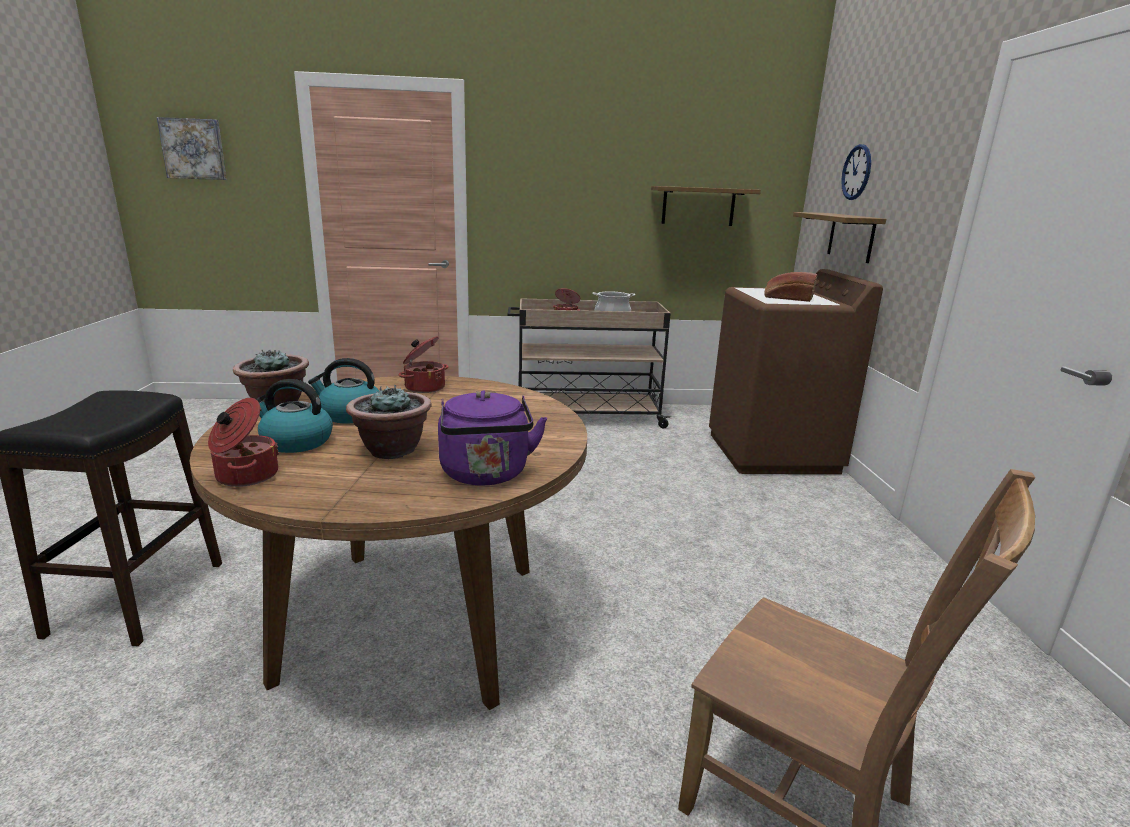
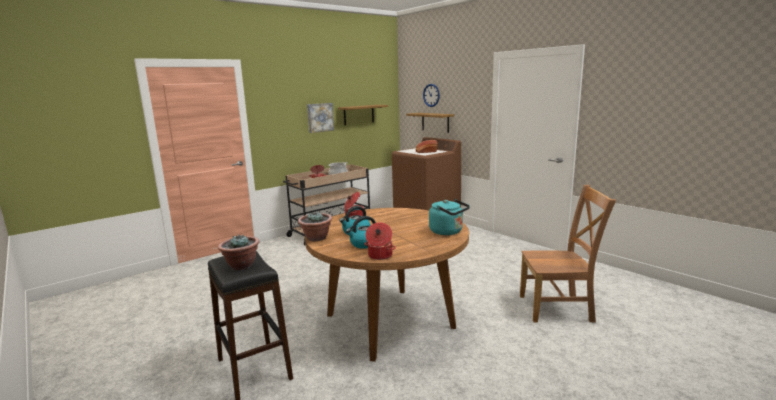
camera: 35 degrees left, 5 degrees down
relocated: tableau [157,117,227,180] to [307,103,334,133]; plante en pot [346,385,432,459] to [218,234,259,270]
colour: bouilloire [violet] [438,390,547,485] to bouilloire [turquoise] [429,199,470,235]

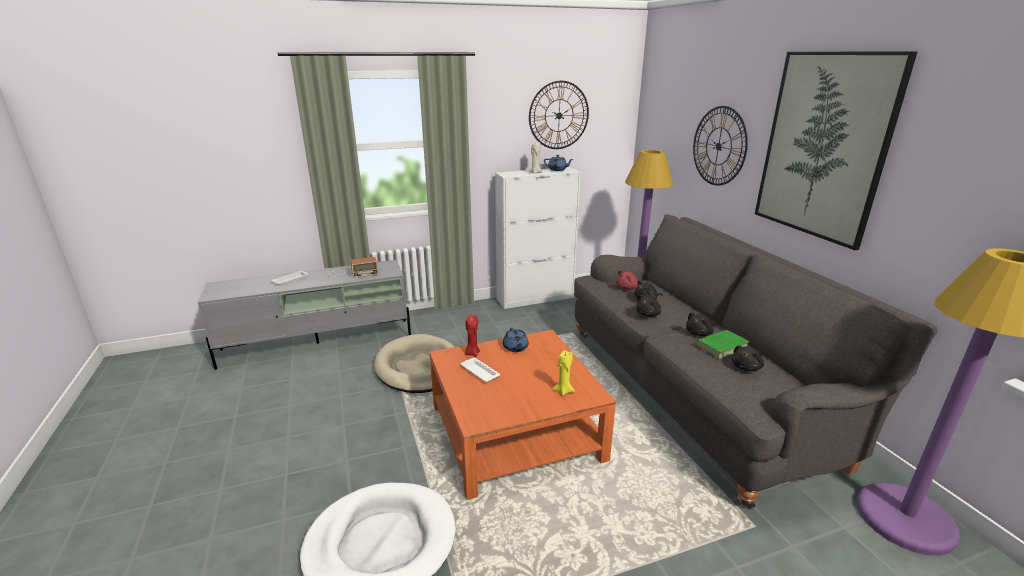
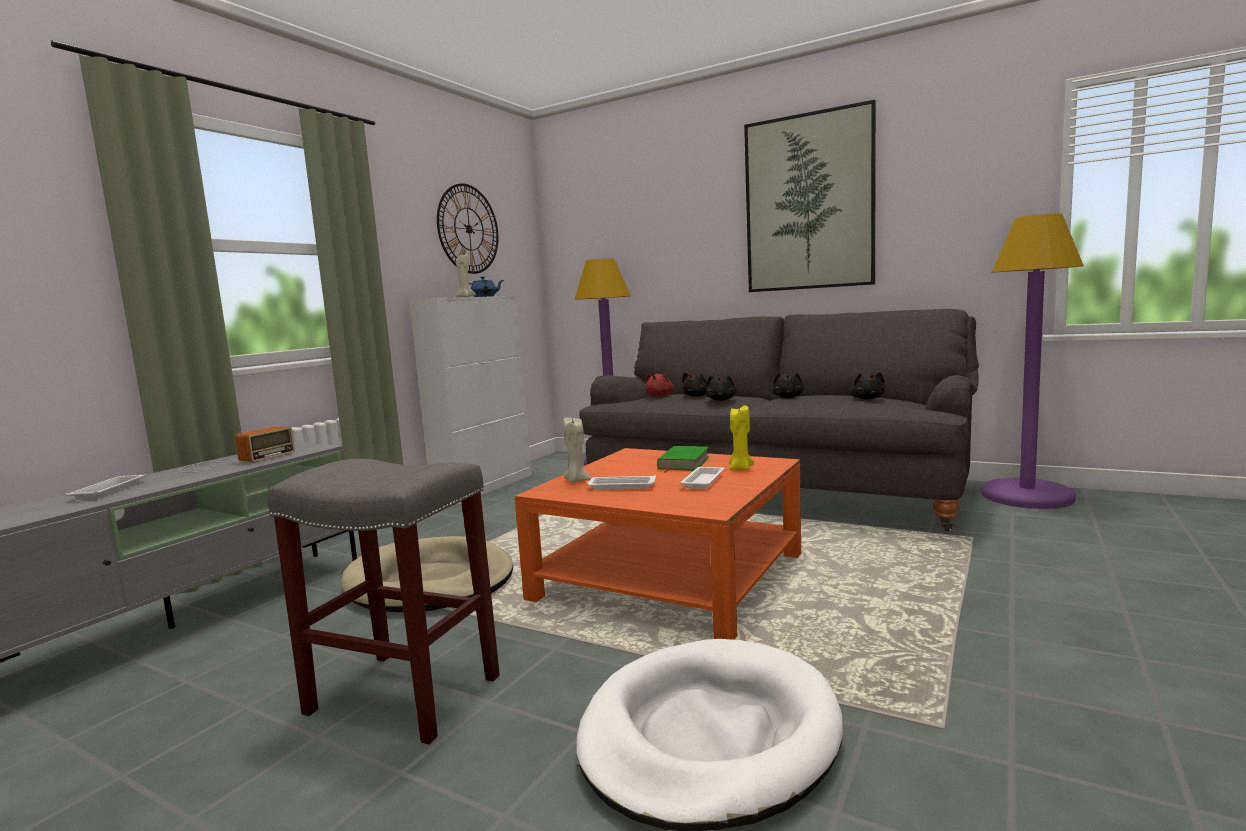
camera: 40 degrees left, 15 degrees down
missing: théière [bleu] [503,327,529,352]; horloge murale [693,106,748,186]
appeared: tabouret [gris] [268,459,500,744]; plateau [blanc] [680,467,725,489]
relocated: livre [vert] [697,330,750,360] to [657,446,710,473]
colour: bougie [rouge] [465,315,480,357] to bougie [beige] [563,418,591,483]

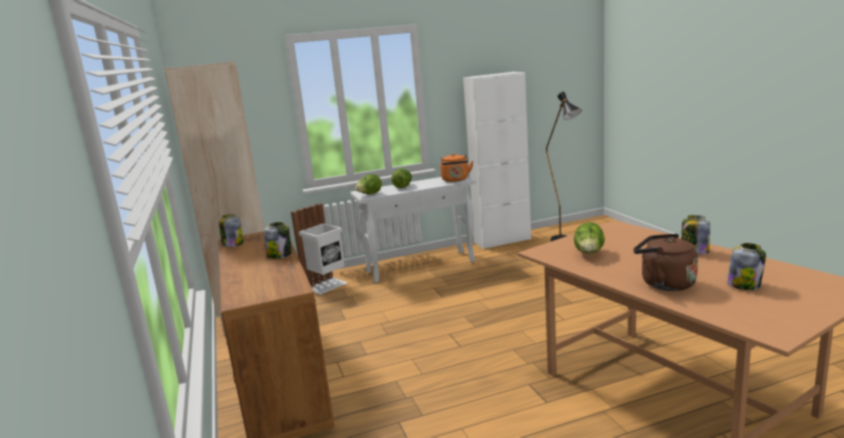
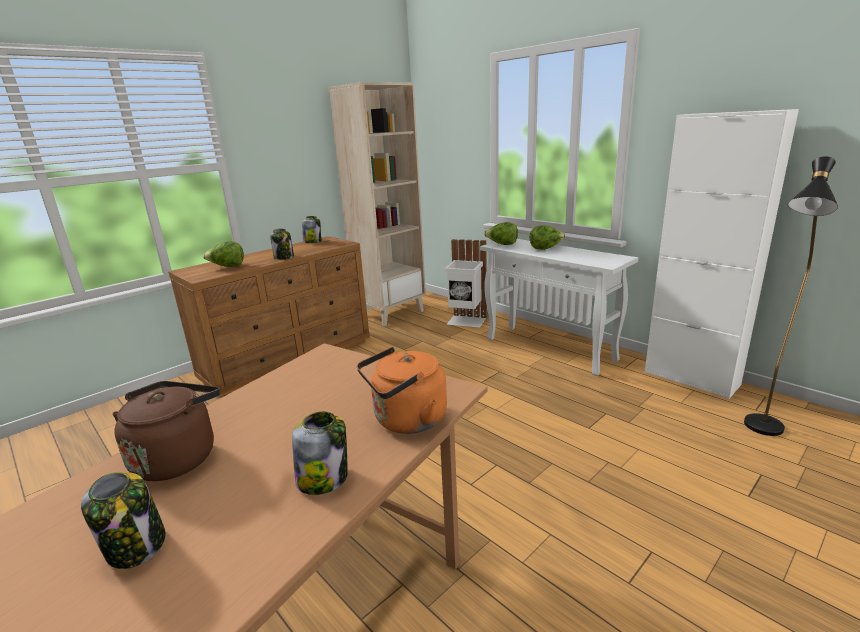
camera: 65 degrees right, 5 degrees up
relocated: bouilloire [orange] [440,154,473,182] to [357,347,447,434]; laitue [574,222,605,254] to [203,241,244,267]

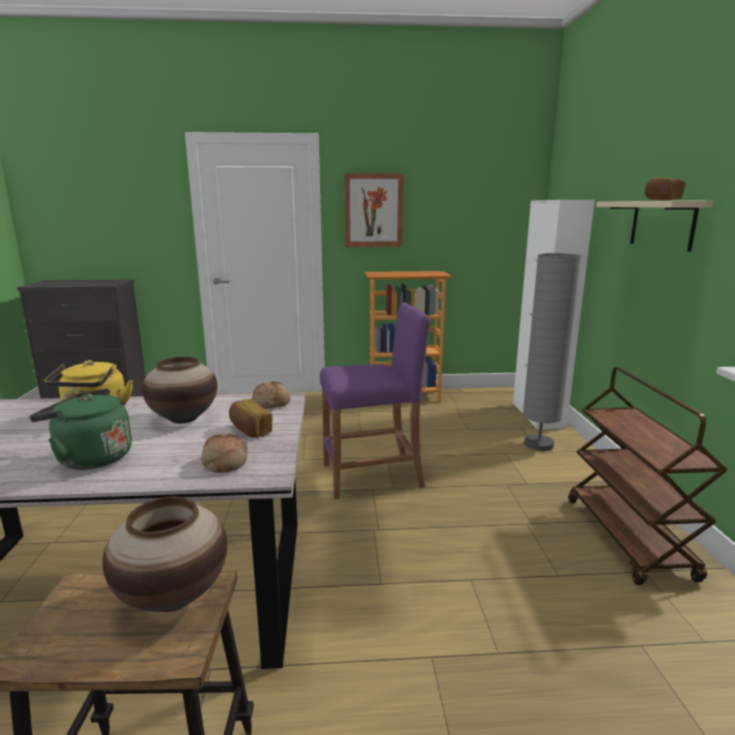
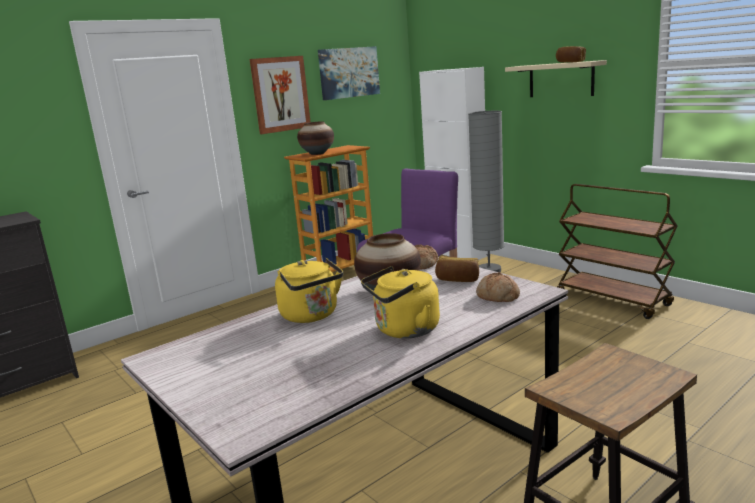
camera: 35 degrees left, 0 degrees up
appeared: tableau [318,46,380,100]
relocated: vase [102,496,227,612] to [297,121,334,155]
colour: bouilloire [vert] [29,389,132,470] to bouilloire [jaune] [361,266,440,339]

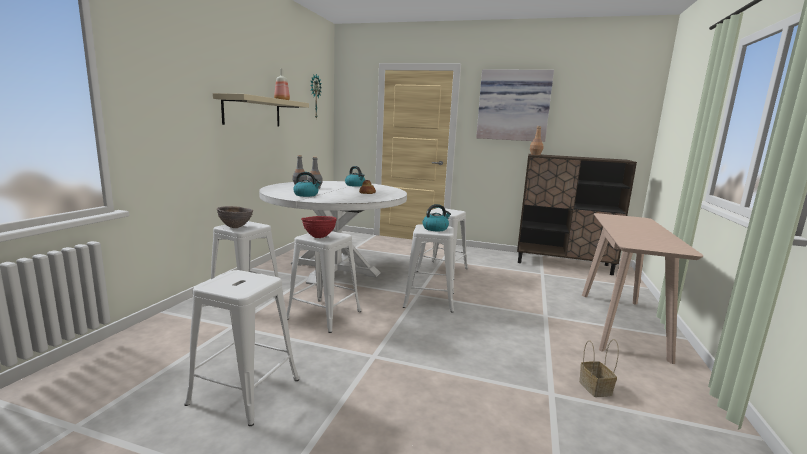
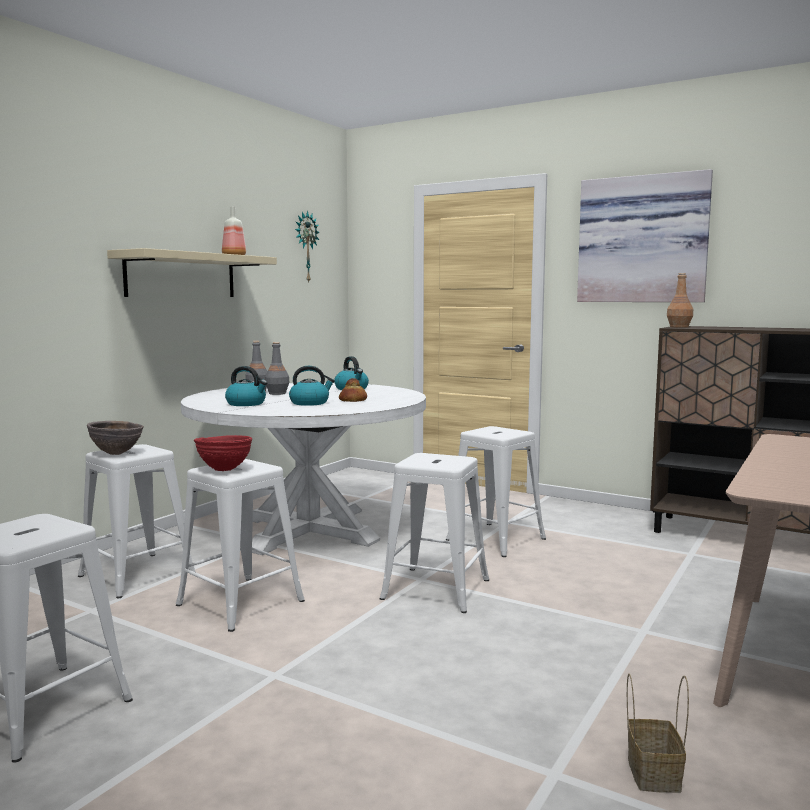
camera: 15 degrees right, 5 degrees down
relocated: bouilloire [422,204,451,231] to [289,366,335,406]

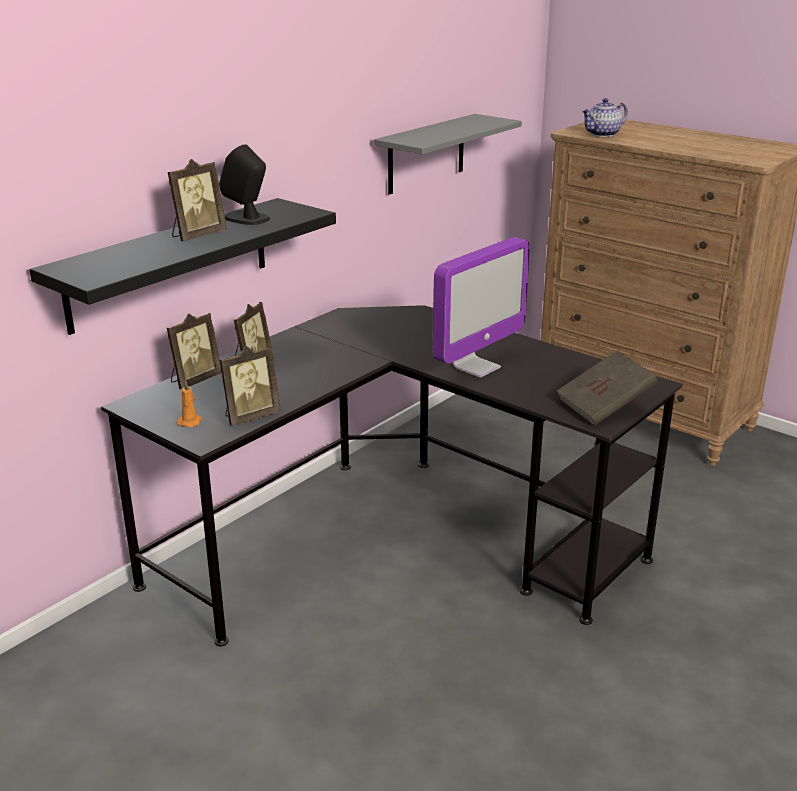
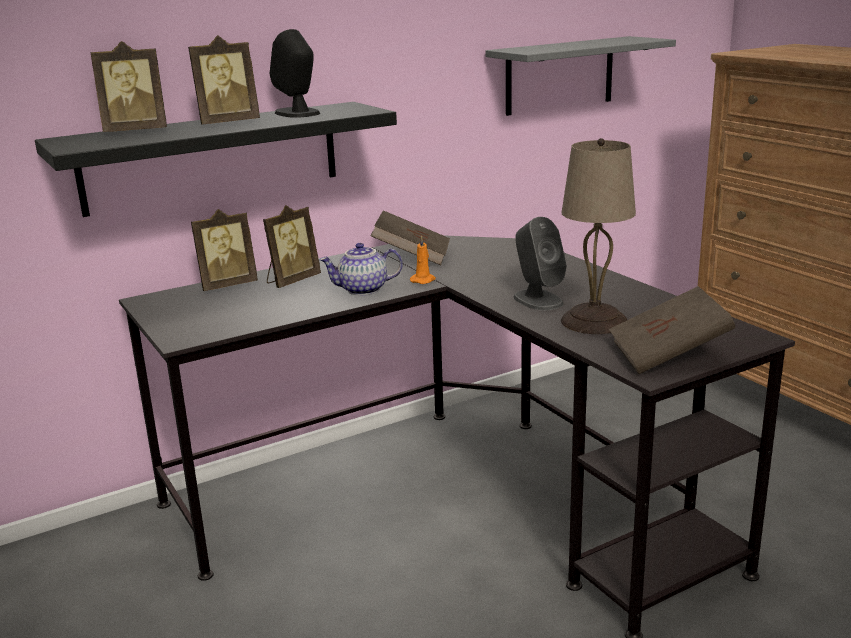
camera: 20 degrees right, 5 degrees down
appeared: livre [marron] [370,210,450,265]; lampe de table [beige] [561,138,636,334]
relocated: bougie [orange] [176,380,202,427] to [410,235,436,284]; cadre photo [220,346,281,426] to [91,41,167,132]; théière [582,98,628,137] to [319,243,403,296]
exchanged: écran d'ordinateur [433,237,530,378] to enceinte [gris] [513,217,567,311]

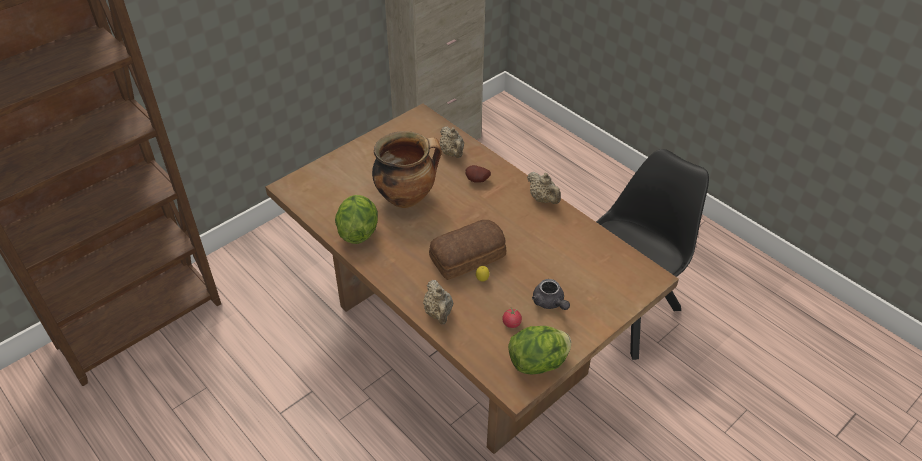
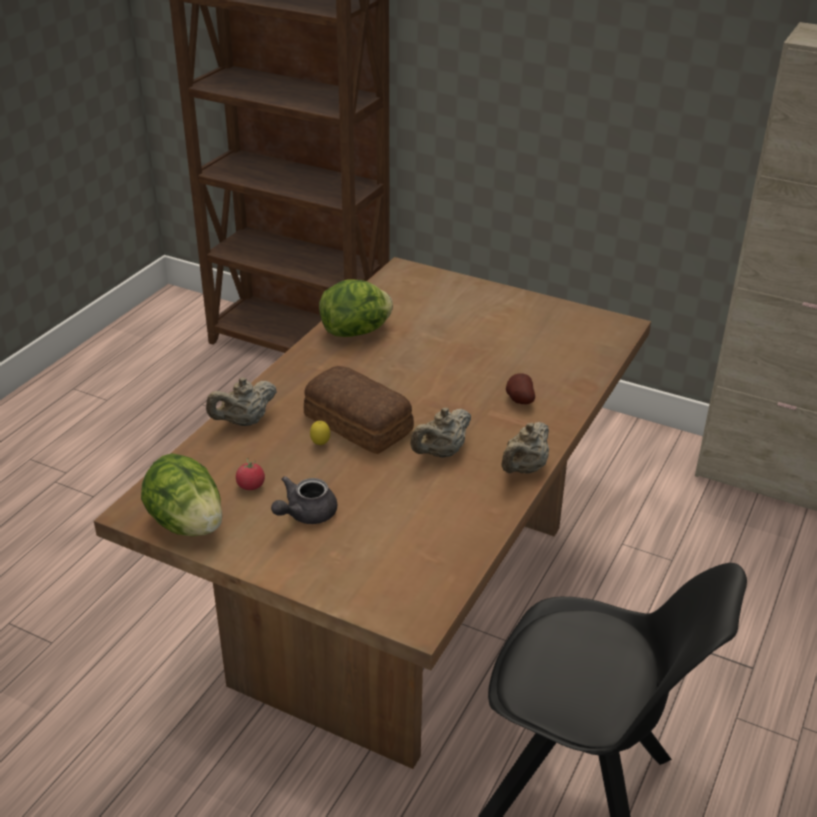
camera: 70 degrees right, 10 degrees down
missing: marmite [372,131,442,208]
relocated: théière [beige] [440,126,464,158] to [410,408,471,458]

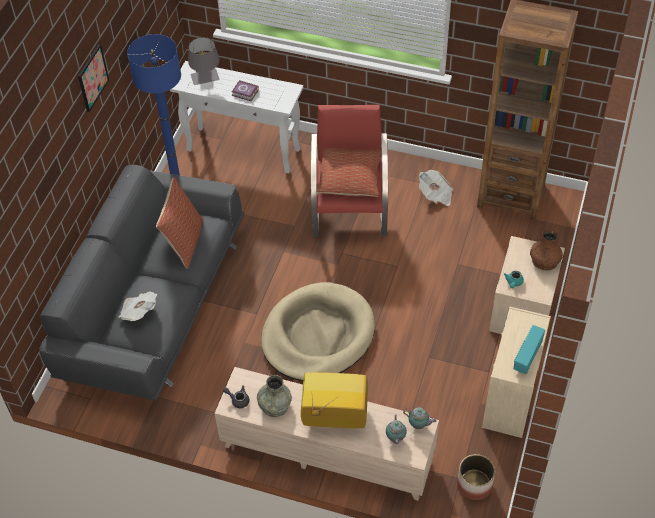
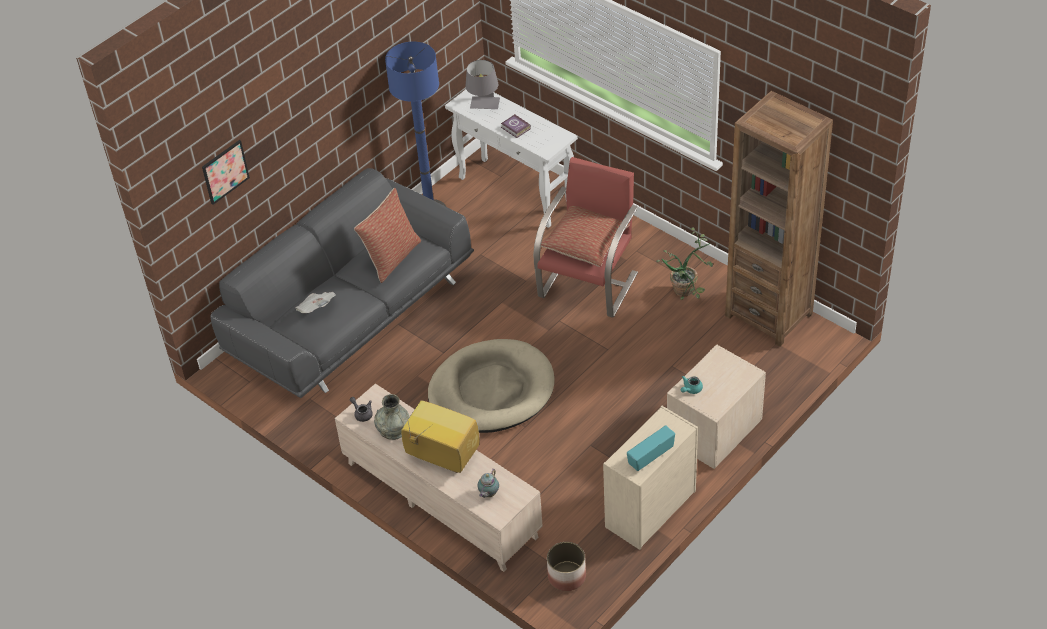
camera: 25 degrees right, 5 degrees down
missing: théière [403,407,436,429]; vase [marron] [530,230,563,271]
relocated: tableau [78,44,109,112] to [202,140,250,205]
exchanged: journal [419,170,453,206] to plante en pot [656,227,713,300]

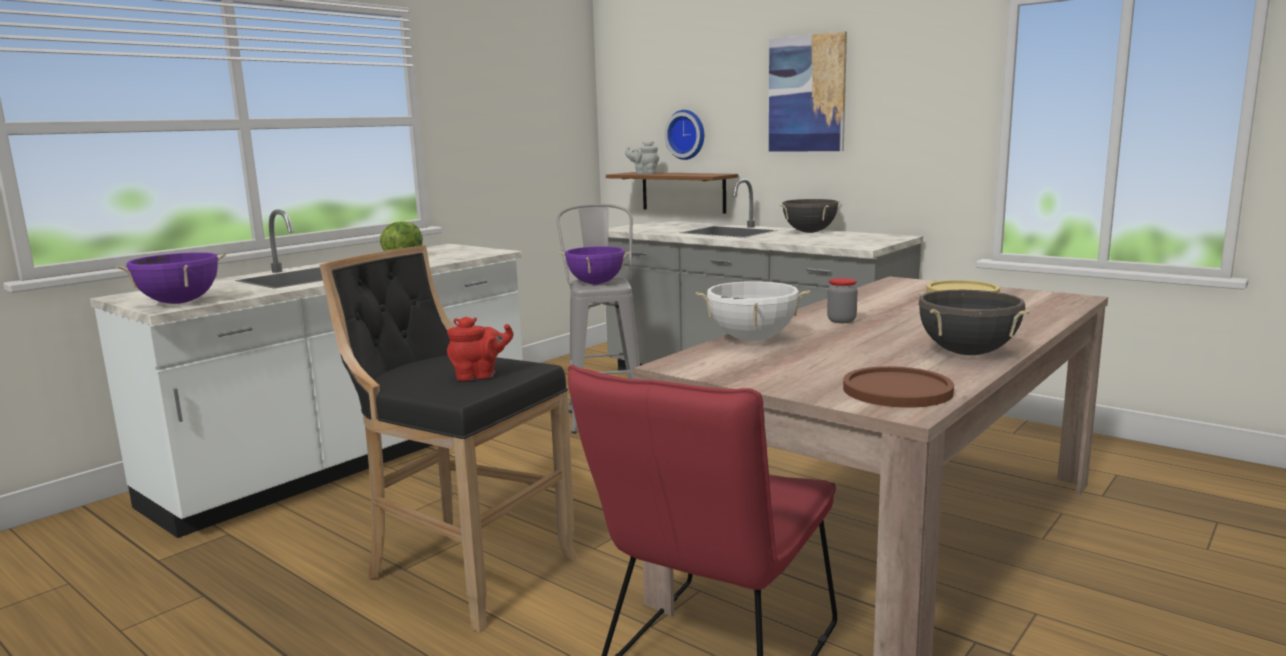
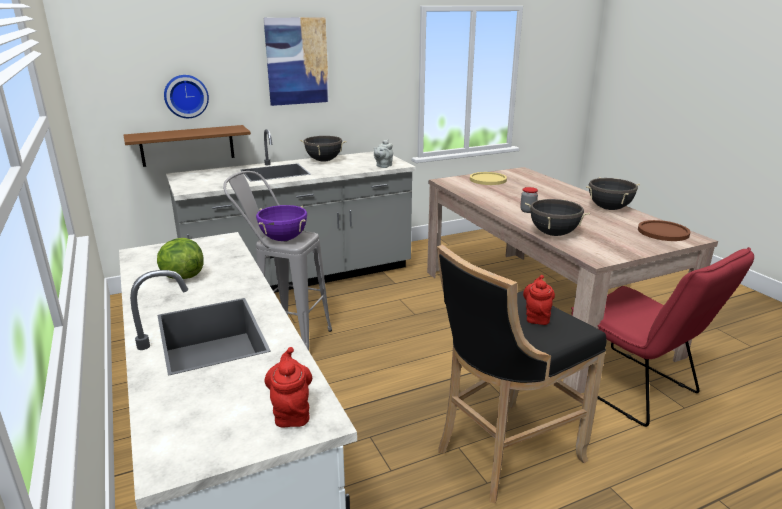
camera: 65 degrees left, 10 degrees up
relocated: théière [gris] [625,141,659,174] to [374,139,393,168]
exchanged: marmite [violet] [116,252,226,304] to théière [rouge] [265,347,312,427]
colour: marmite [blanc] [696,281,810,341] to marmite [noir] [525,199,590,236]

